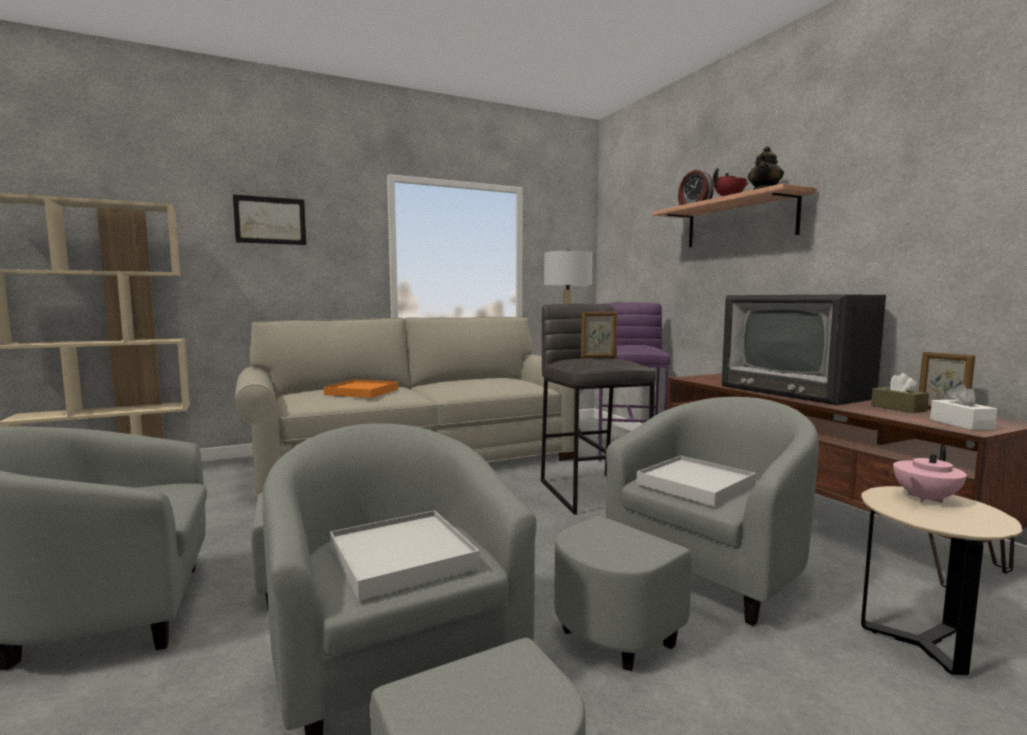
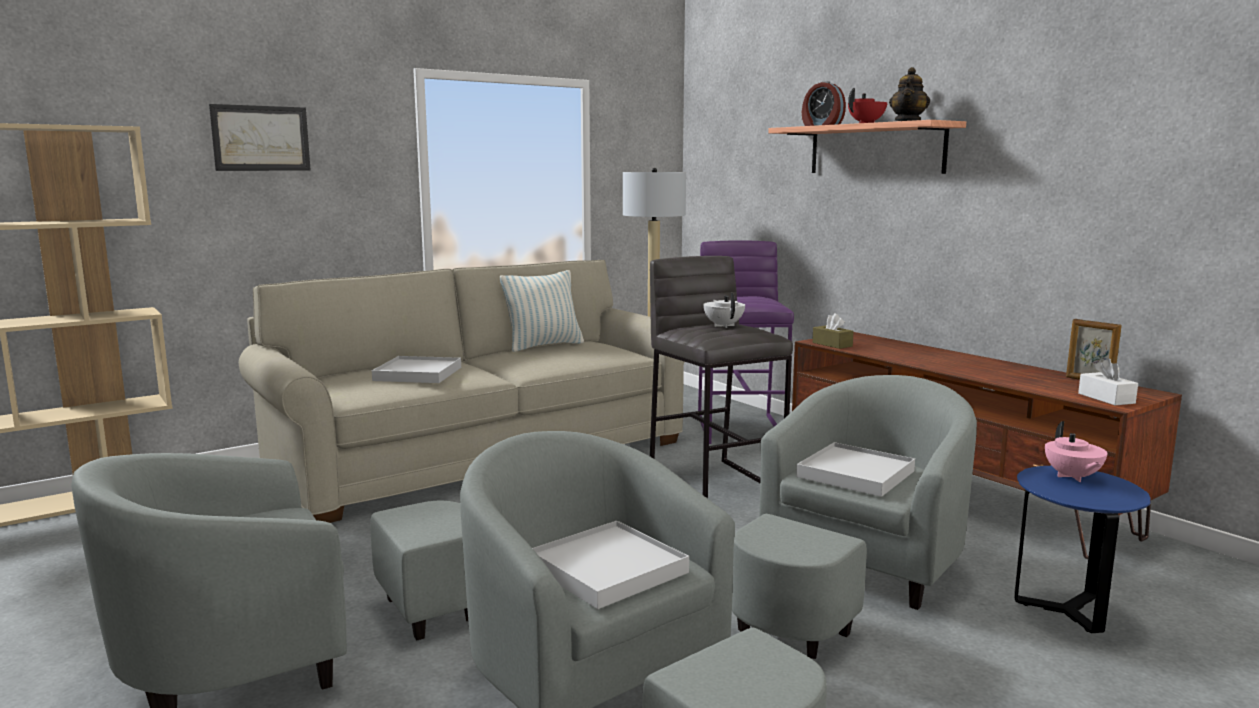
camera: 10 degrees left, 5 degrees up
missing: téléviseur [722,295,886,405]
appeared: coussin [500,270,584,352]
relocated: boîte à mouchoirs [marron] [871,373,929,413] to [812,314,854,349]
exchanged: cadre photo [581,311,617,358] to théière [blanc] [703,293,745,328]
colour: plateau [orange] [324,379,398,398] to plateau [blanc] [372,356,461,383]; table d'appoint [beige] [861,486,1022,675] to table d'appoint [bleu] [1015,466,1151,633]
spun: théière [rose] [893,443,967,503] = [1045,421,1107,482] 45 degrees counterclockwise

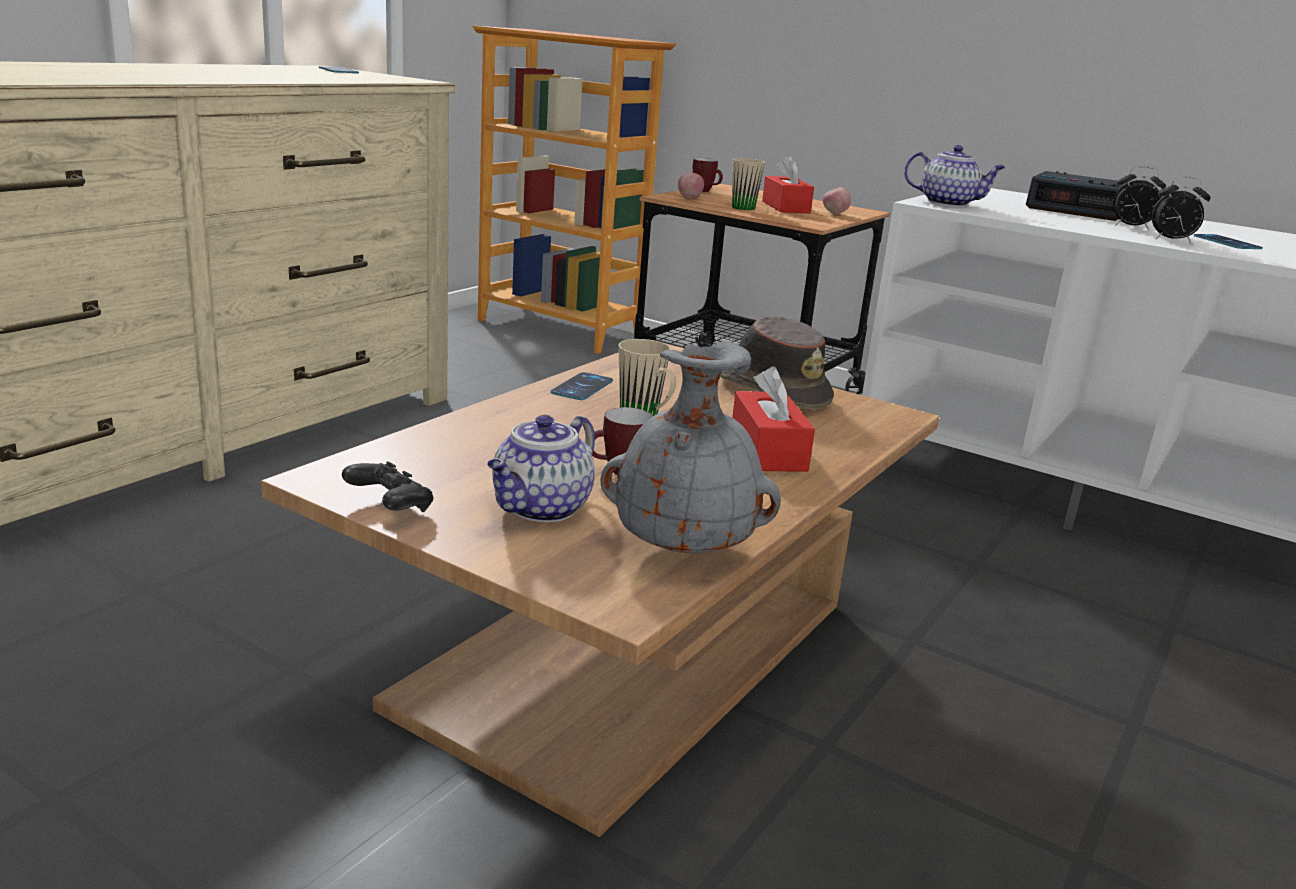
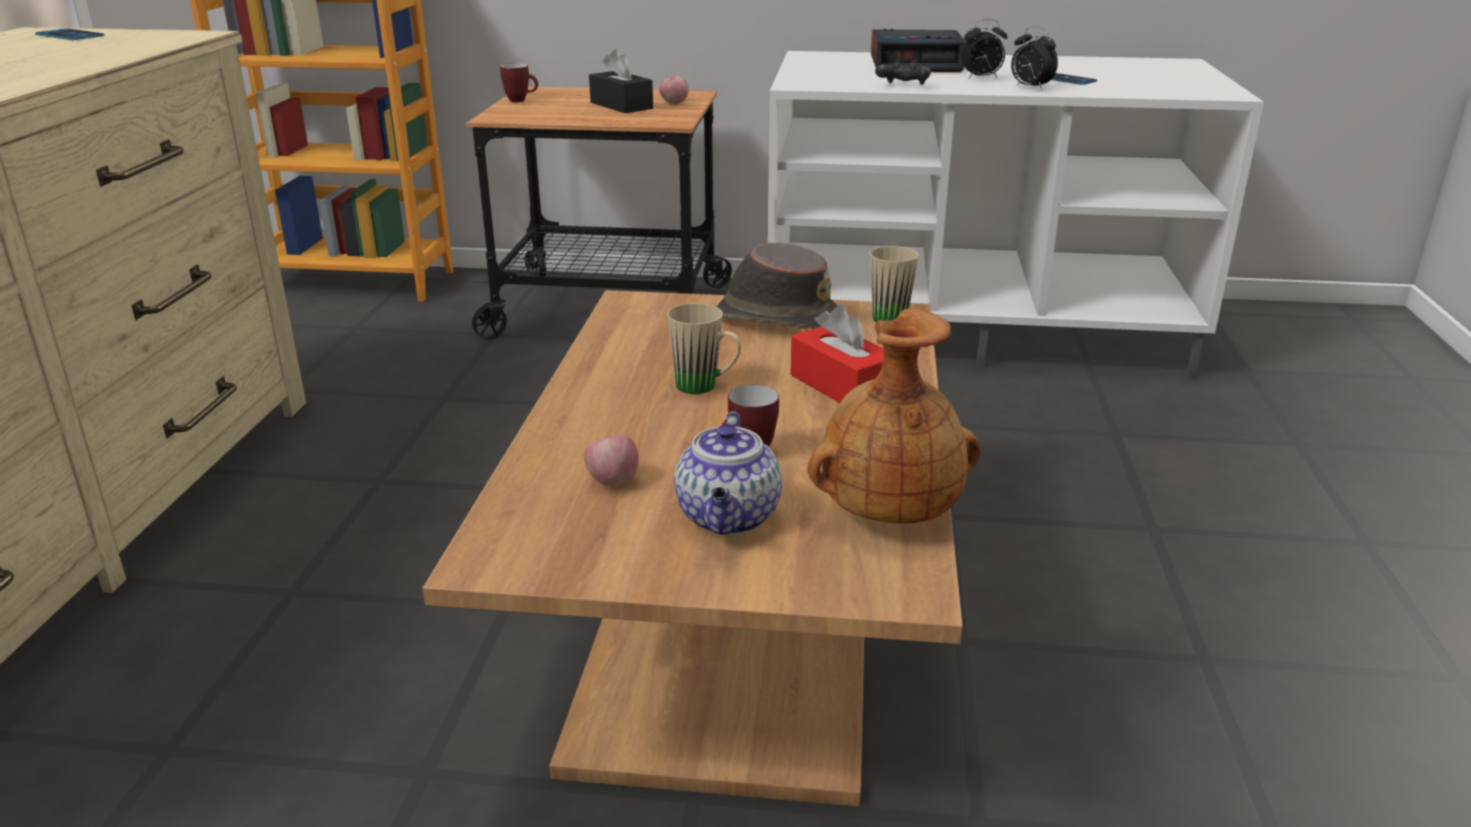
camera: 25 degrees left, 5 degrees up
missing: téléphone [550,372,613,400]; théière [904,145,1006,207]
relocated: manette [noir] [342,461,433,512] to [875,60,931,85]; pomme [678,173,704,199] to [584,435,639,485]; mug [beige] [732,158,765,210] to [870,246,919,323]
colour: vase [gris] [600,342,781,553] to vase [marron] [807,308,980,524]; boîte à mouchoirs [rouge] [762,155,814,214] to boîte à mouchoirs [noir] [589,49,653,113]
spun: réveil [1152,176,1211,244] = [1011,26,1058,90] 60 degrees clockwise

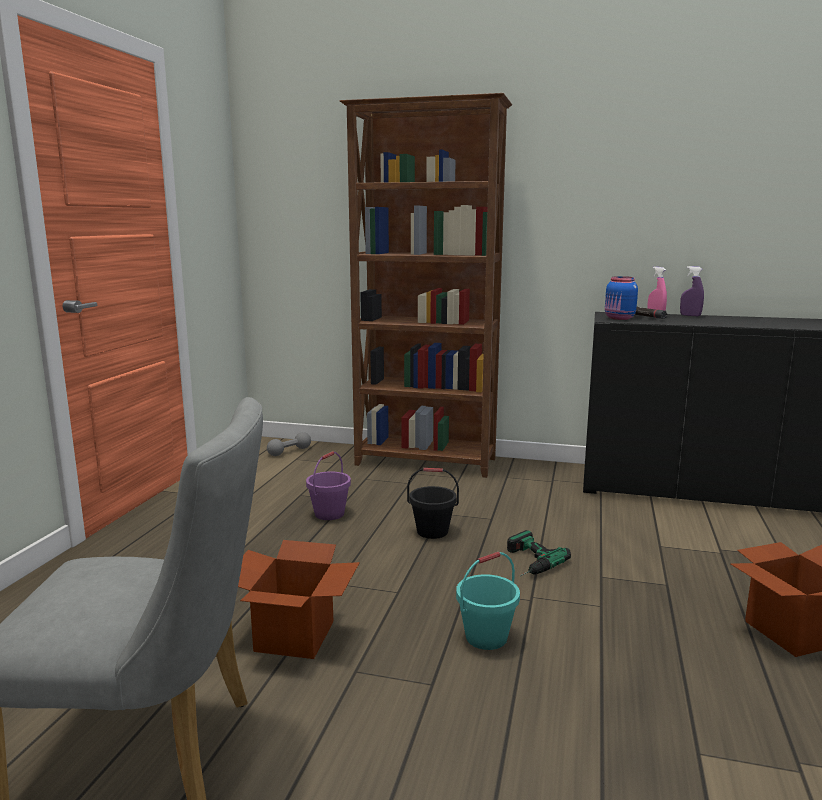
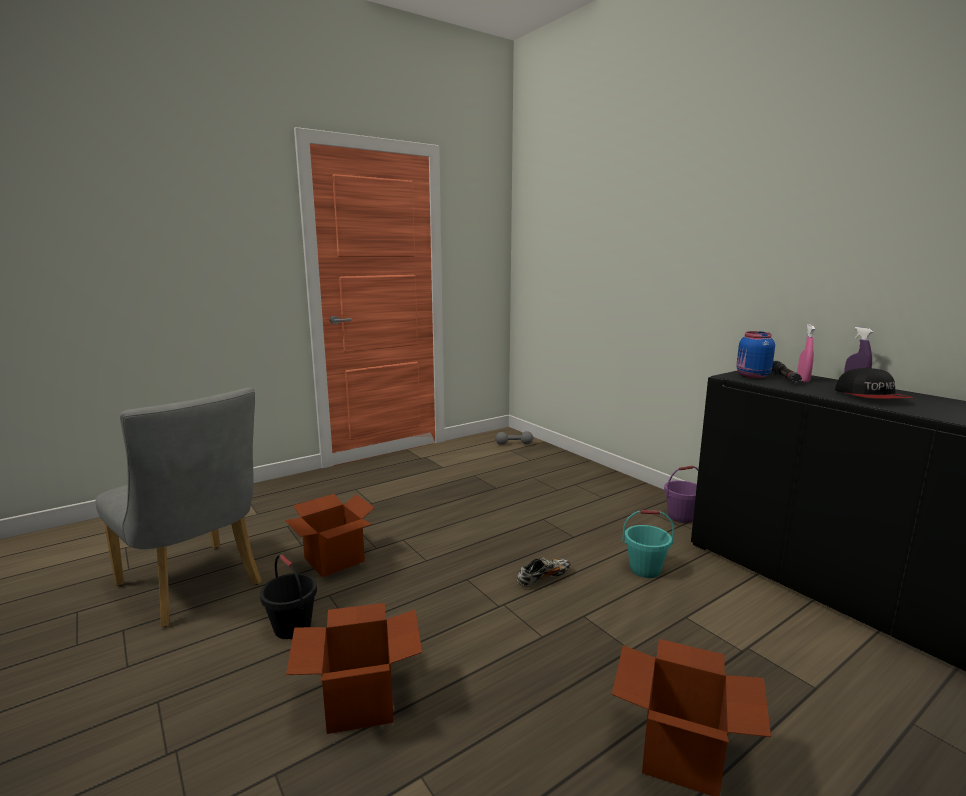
camera: 40 degrees right, 0 degrees up
missing: bibliothèque [marron] [340,93,512,478]
appeared: carton [286,603,422,734]; casquette [835,367,913,398]
relocated: seau [violet] [306,451,351,520] to [664,466,698,523]; seau [noir] [407,468,459,539] to [260,555,317,639]; seau [turquoise] [456,552,520,650] to [622,510,674,578]
exchanged: perceuse [507,530,571,576] to chaussure [517,557,571,588]

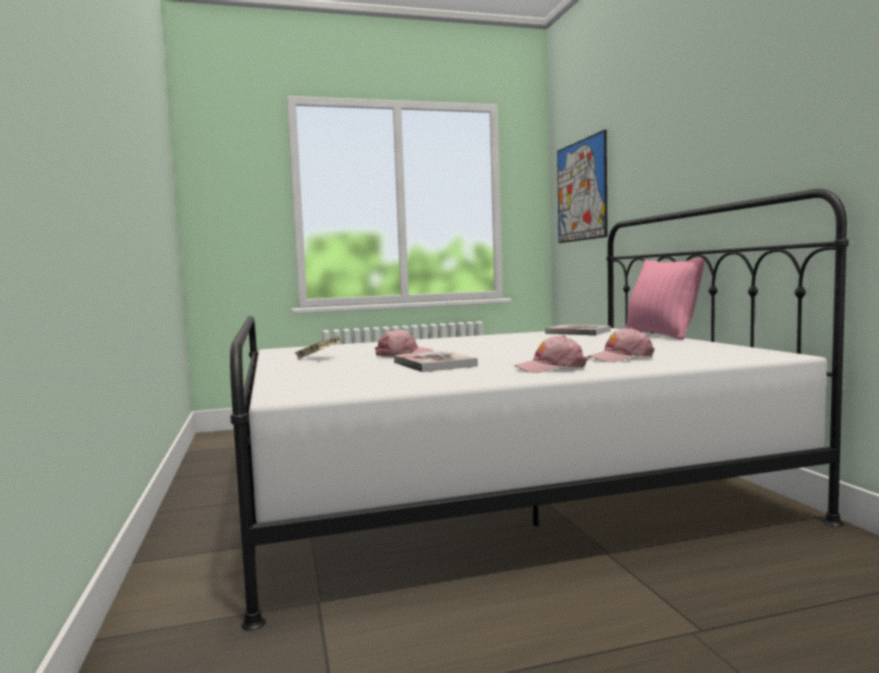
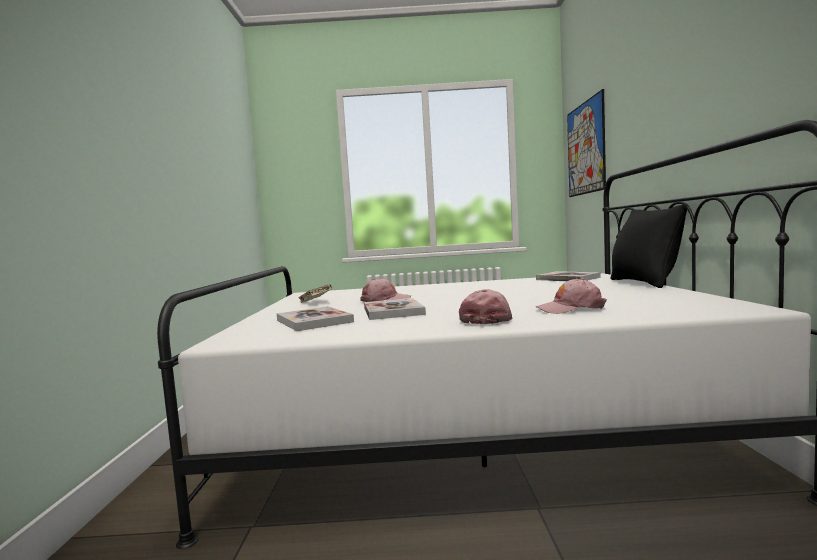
camera: 15 degrees right, 0 degrees up
appeared: livre [277,306,354,331]
colour: coussin [rose] [625,257,705,340] to coussin [noir] [611,205,687,288]
spun: casquette [rose] [514,335,588,373] = [459,289,512,324] 105 degrees clockwise

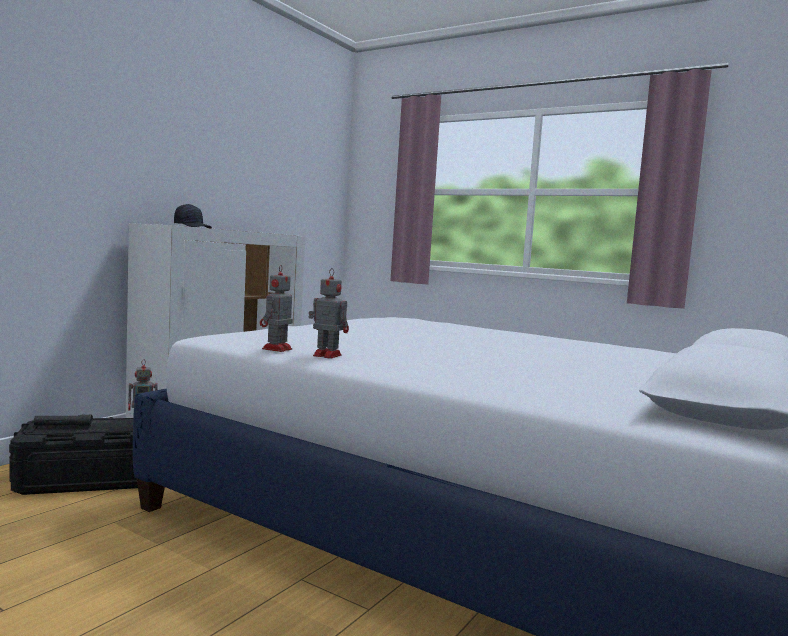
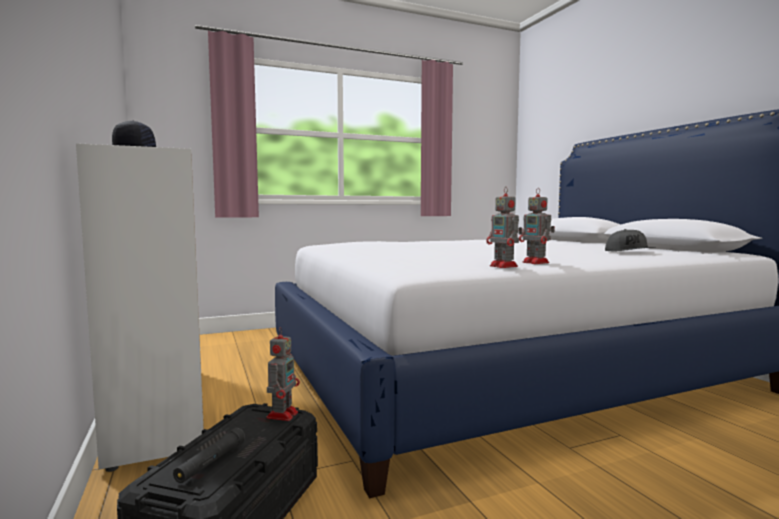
camera: 55 degrees left, 0 degrees up
appeared: casquette [gris] [605,229,657,251]
spun: robot jouet [309,268,349,359] = [519,188,555,264] 90 degrees counterclockwise

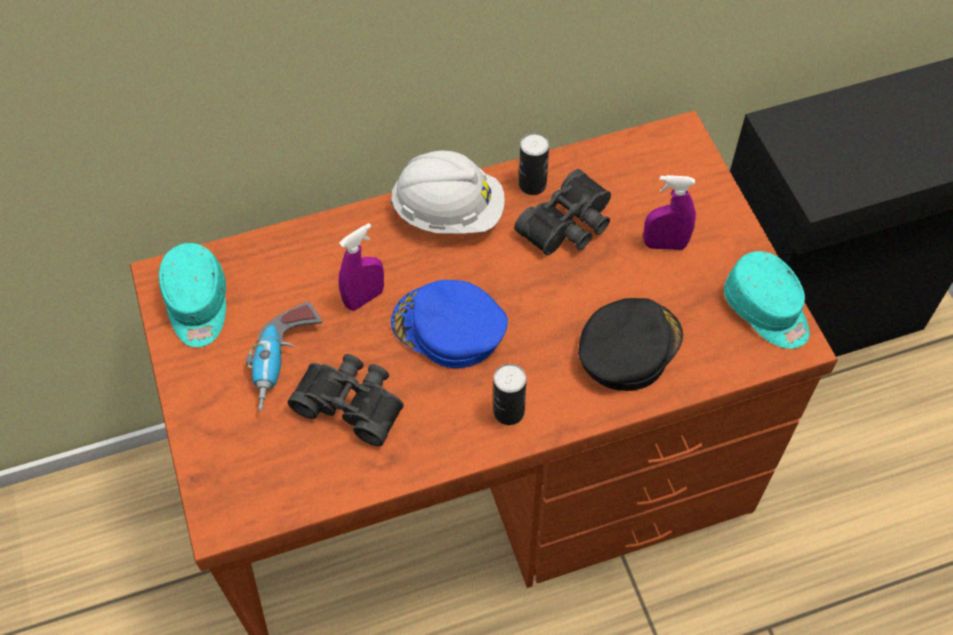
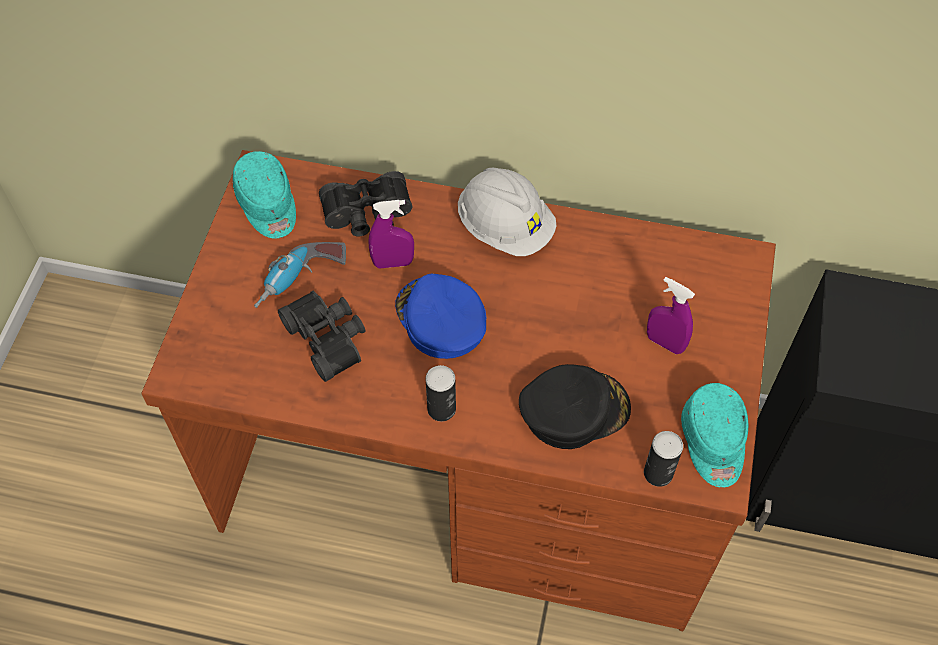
camera: 30 degrees right, 0 degrees up
relocated: jumelles [noir] [514,169,611,255] to [319,171,412,236]; boîte métallique [519,133,549,195] to [644,431,683,487]
spun: casquette [turquoise] [159,243,226,347] = [233,151,296,239] 45 degrees counterclockwise

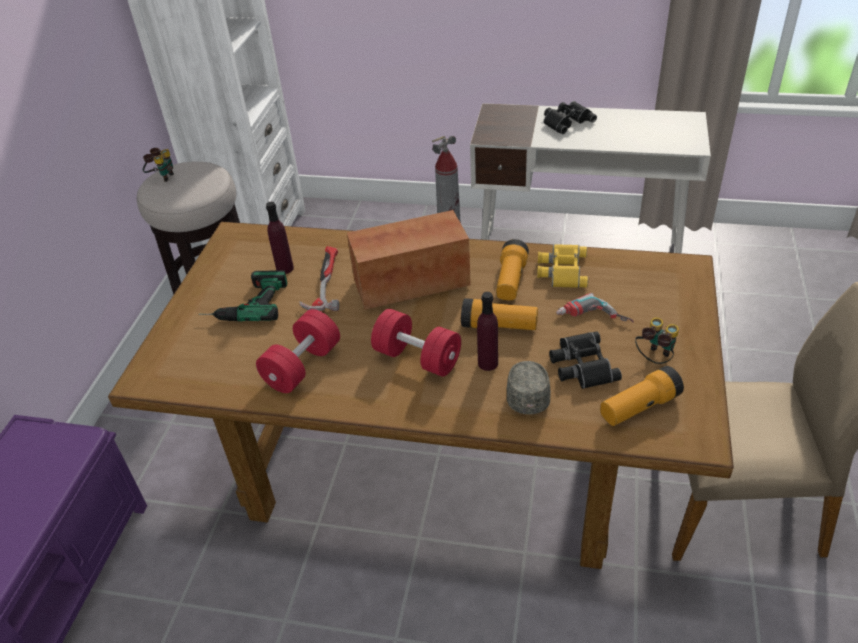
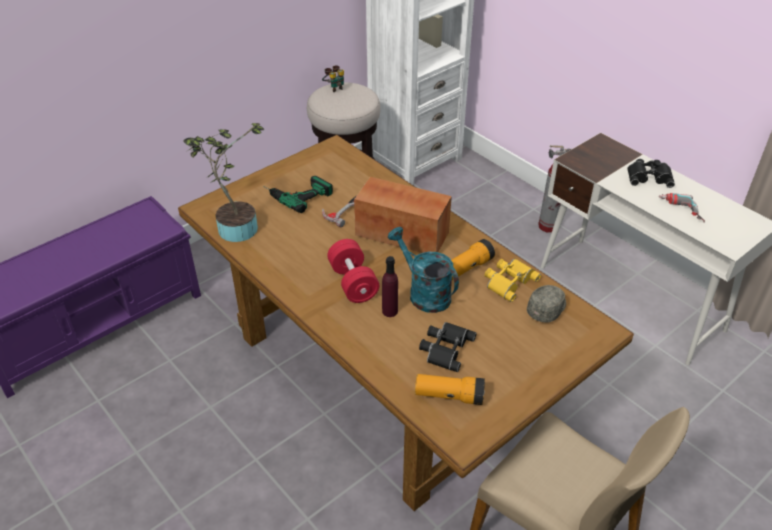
camera: 35 degrees right, 0 degrees up
missing: haltère [rouge] [256,309,340,393]; bouteille [violet] [266,202,294,274]; jumelles [635,318,679,364]
appeared: plante en pot [183,123,264,242]
relocated: casquette [gris] [507,361,551,415] to [527,285,566,323]; perceuse [556,293,634,322] to [659,193,705,222]
exchanged: lampe de poche [461,298,538,330] to arrosoir [turquoise] [388,227,459,313]

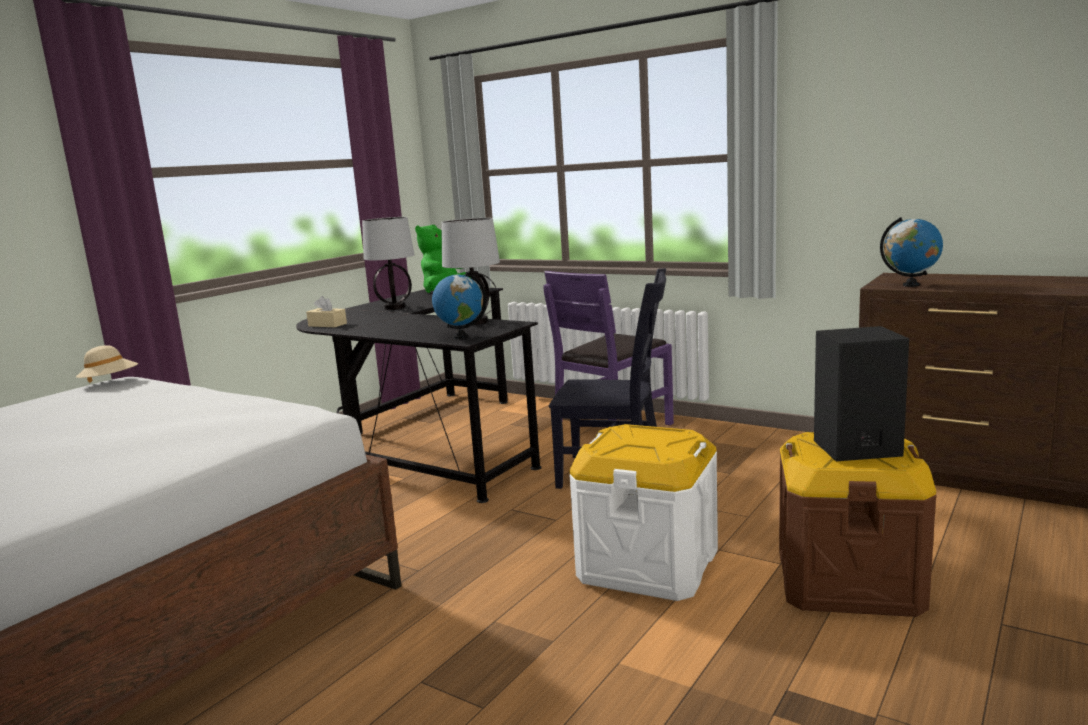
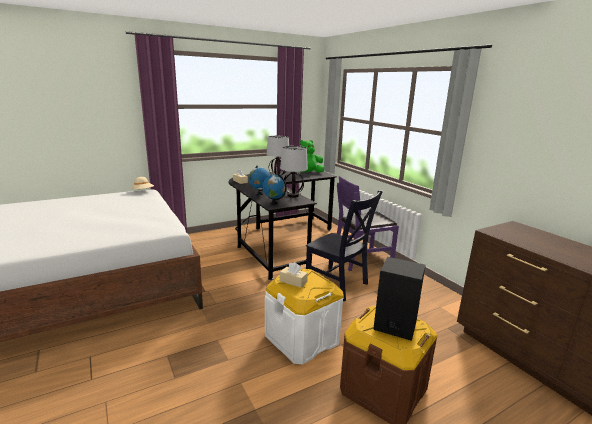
camera: 25 degrees right, 5 degrees up
appeared: boîte à mouchoirs [beige] [280,262,308,288]
relocated: globe [880,217,943,287] to [248,166,270,195]

